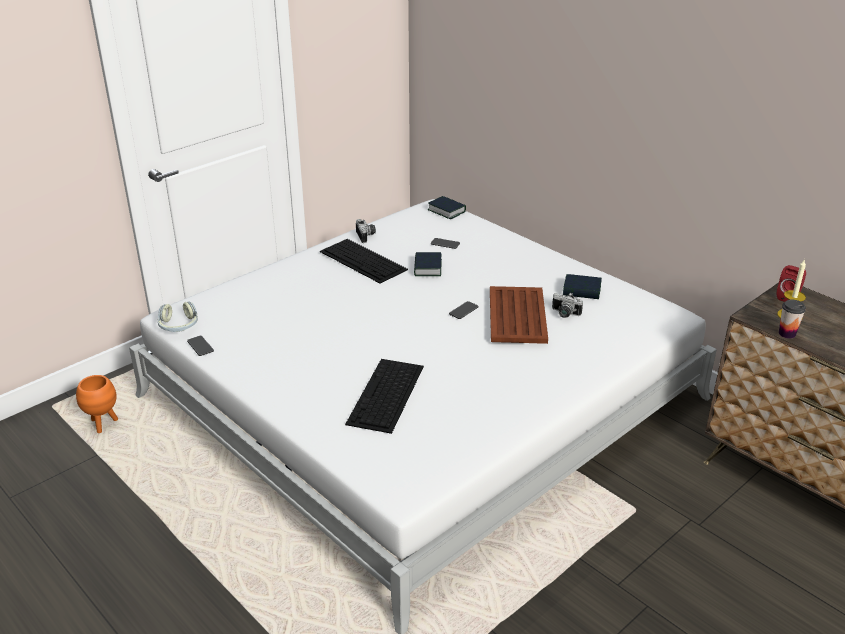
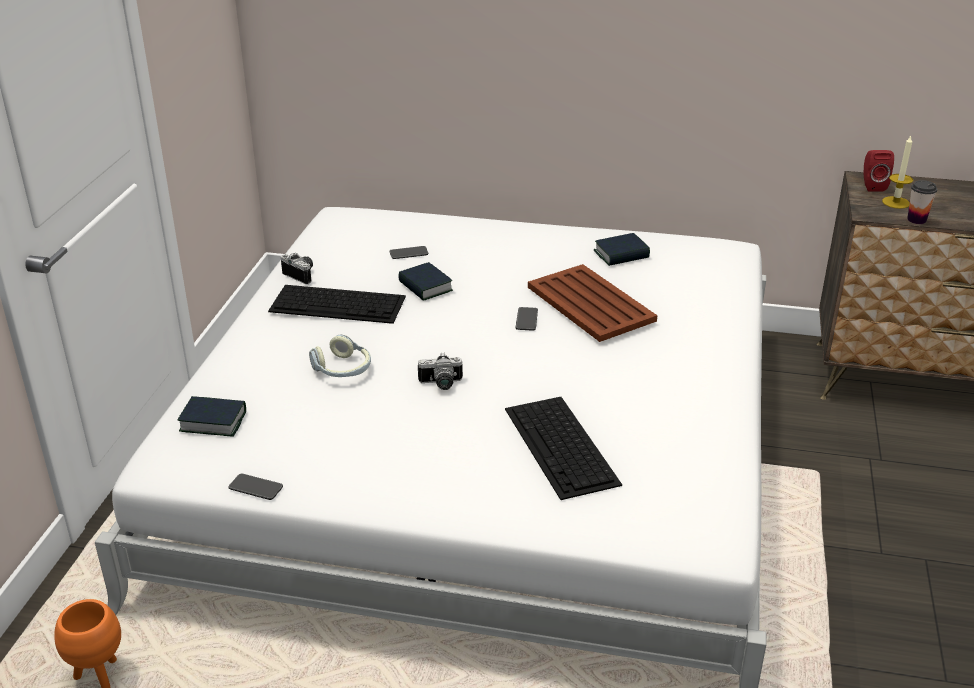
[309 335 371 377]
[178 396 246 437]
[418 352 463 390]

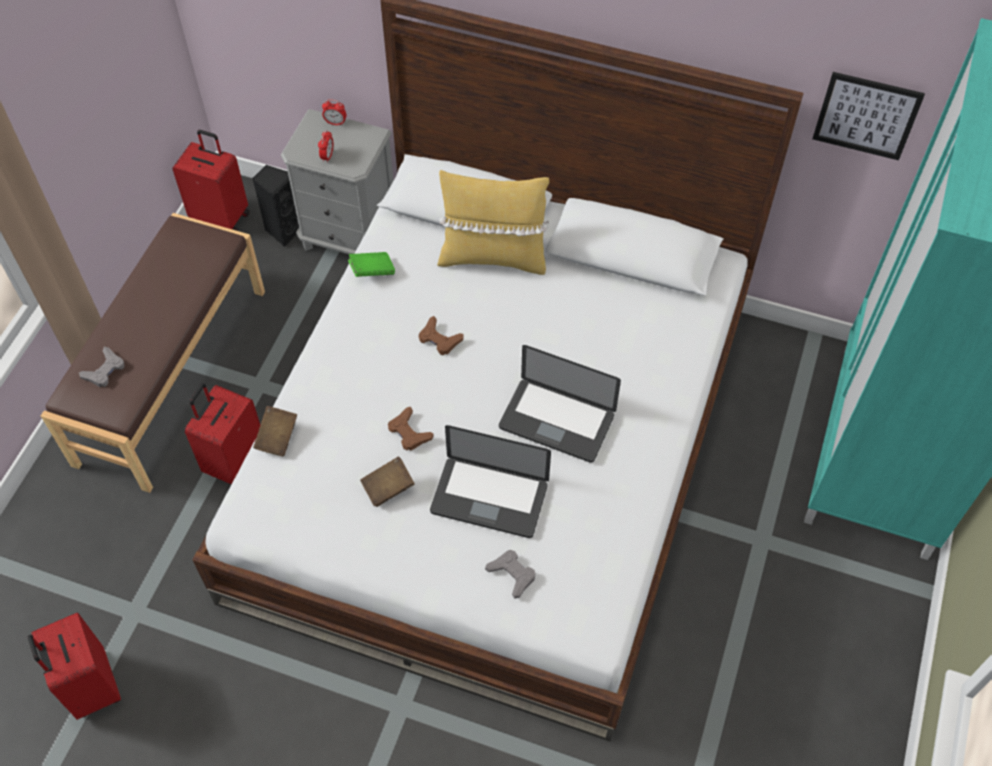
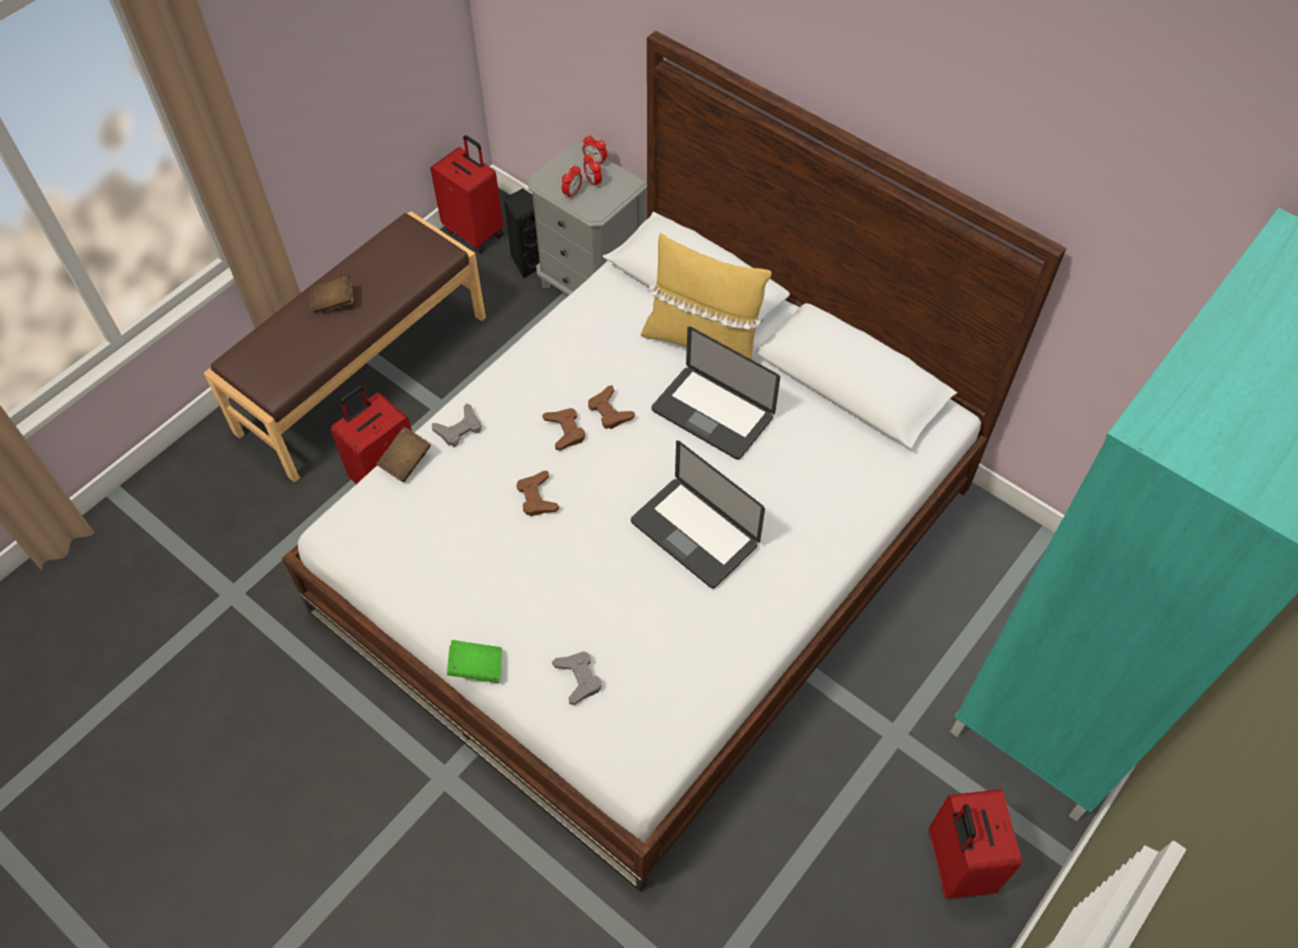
[812 72 925 160] (first image)
[542 408 585 451]
[584 153 602 187]
[929 789 1022 899]
[432 403 482 447]
[447 640 502 683]
[310 275 353 314]
[651 326 780 460]

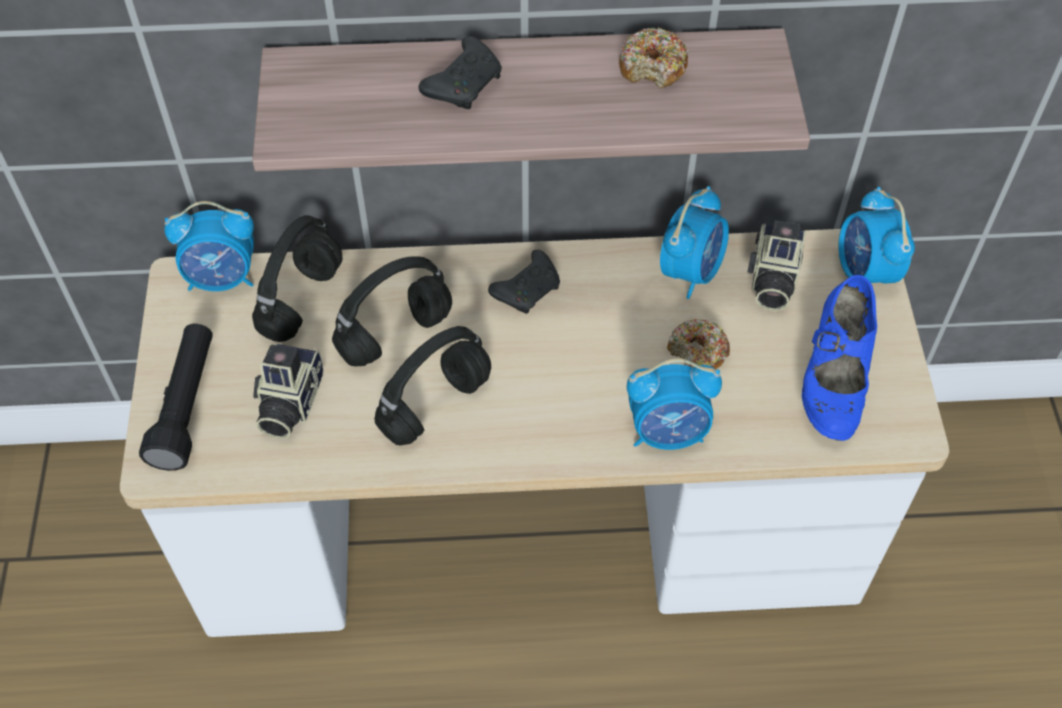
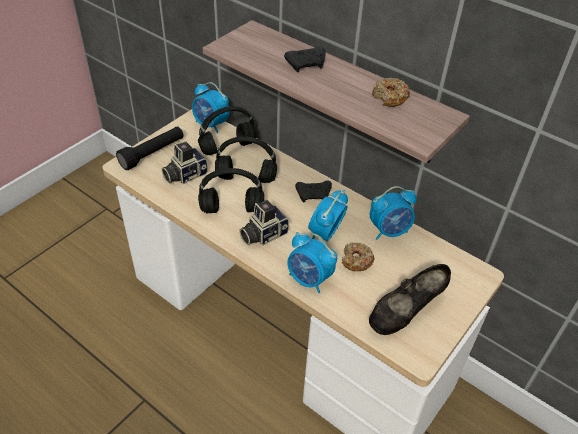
[239 200 289 246]
[308 190 348 241]
[369 264 451 335]

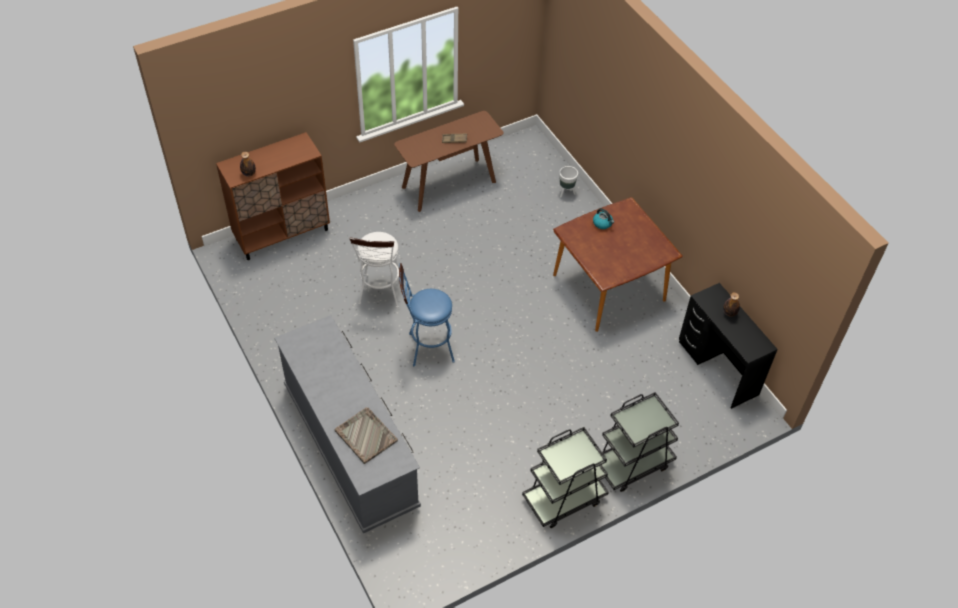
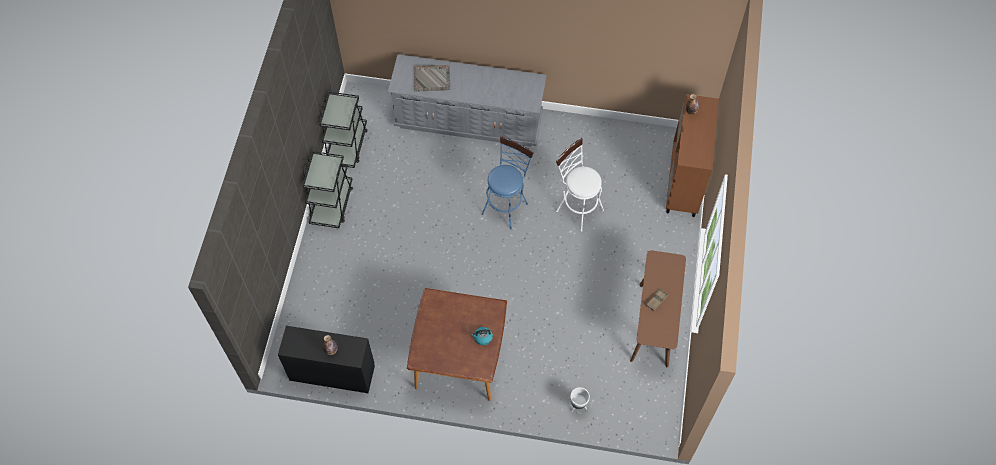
[319 92 368 168]

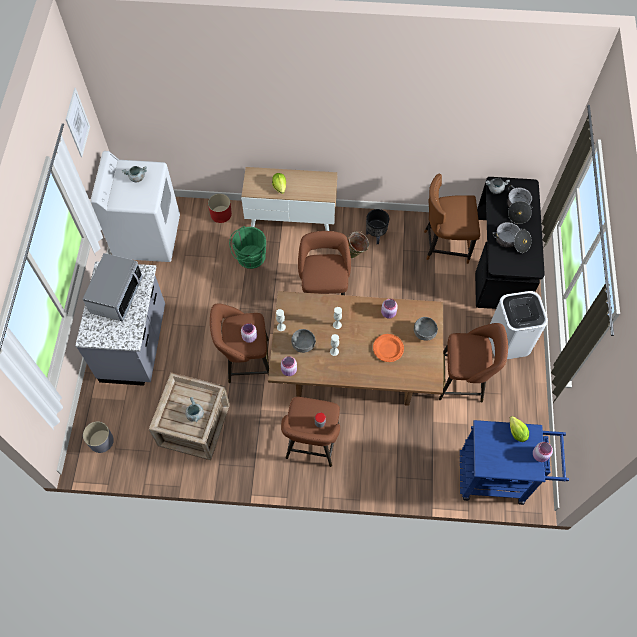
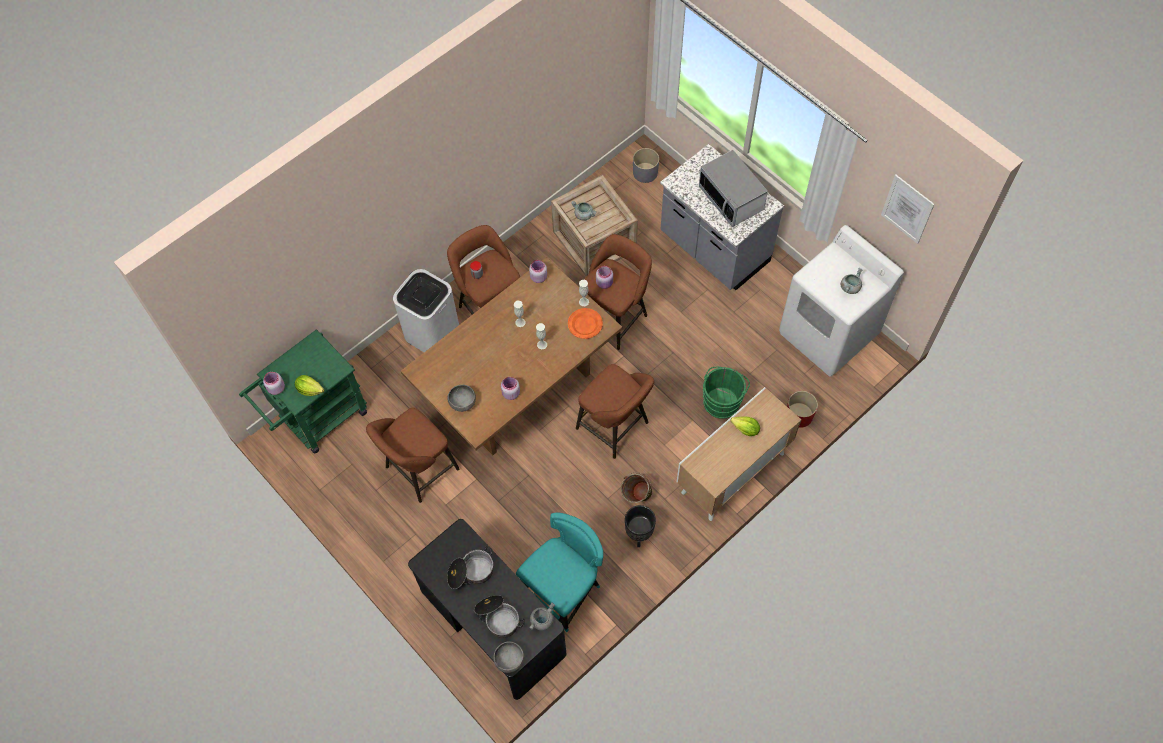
[493 641 524 673]
[568 308 603 339]
[393 269 459 352]
[516 513 603 632]
[239 329 367 453]

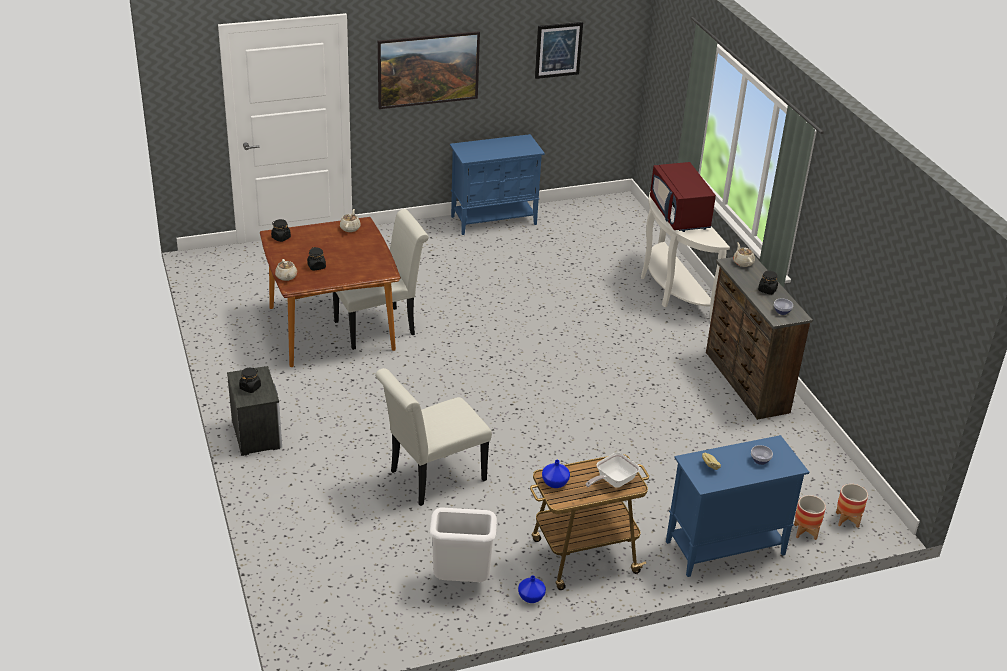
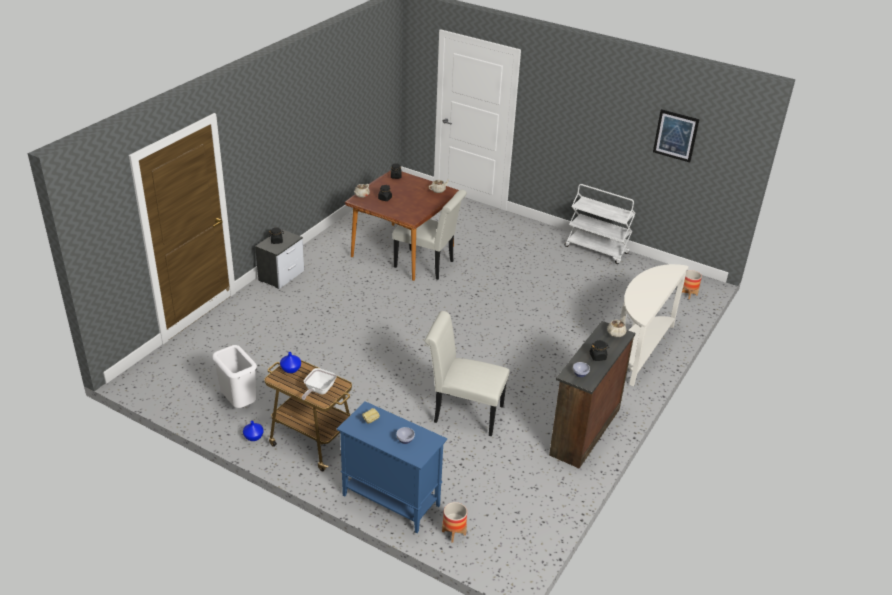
[378 31 480 109] (first image)
[650 162 716 232] (first image)
[425 311 510 437]
[682 270 702 299]
[564 184 636 264]
[302 368 337 400]

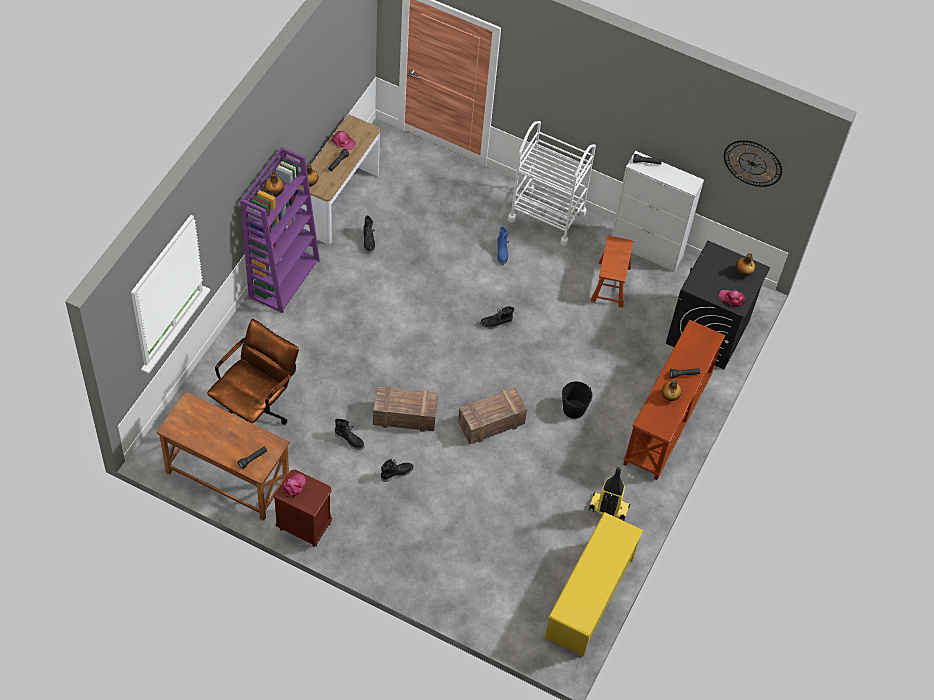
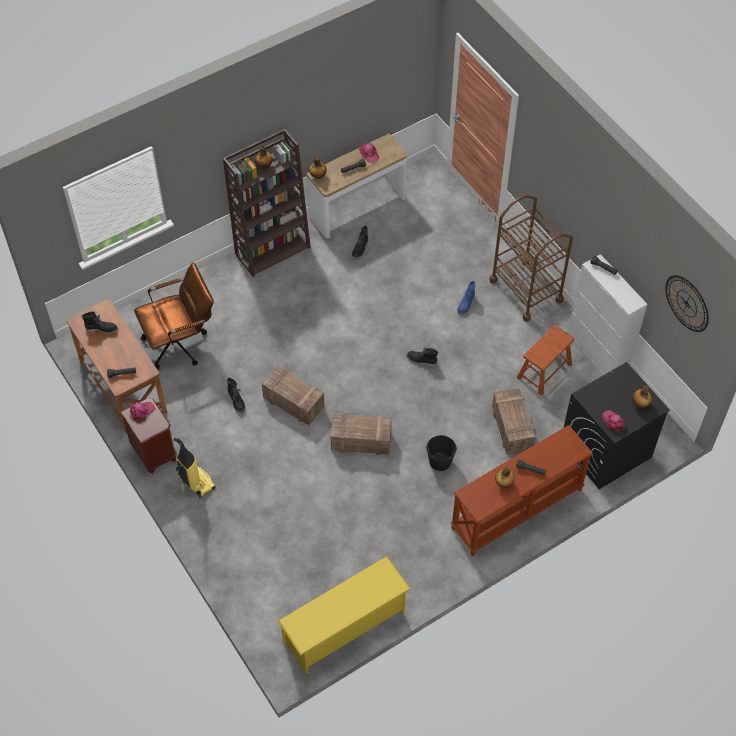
[492 388 535 455]
[82 311 118 334]
[174 438 216 498]
[223 129 311 277]
[489 195 573 322]

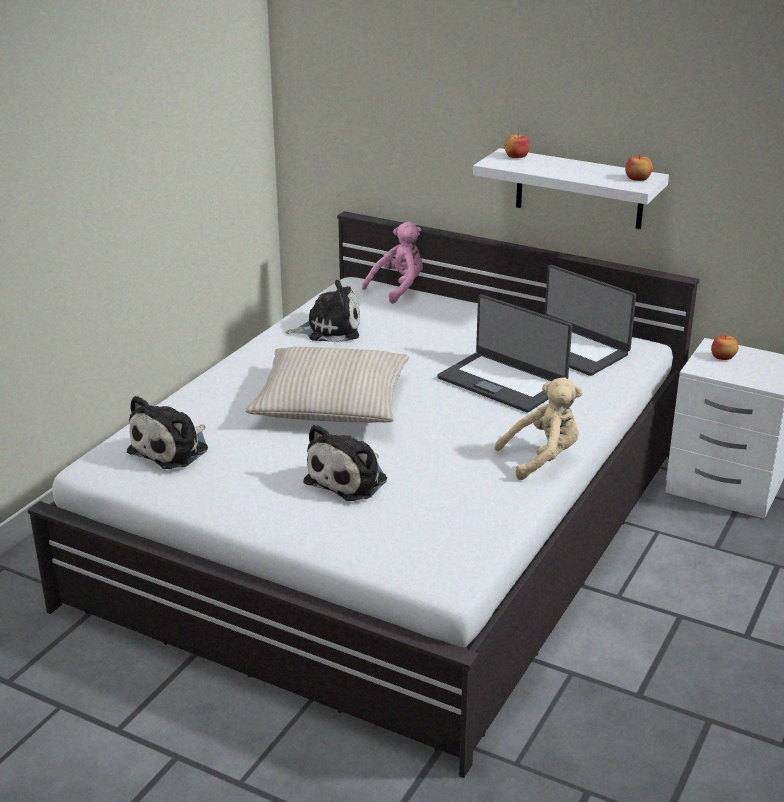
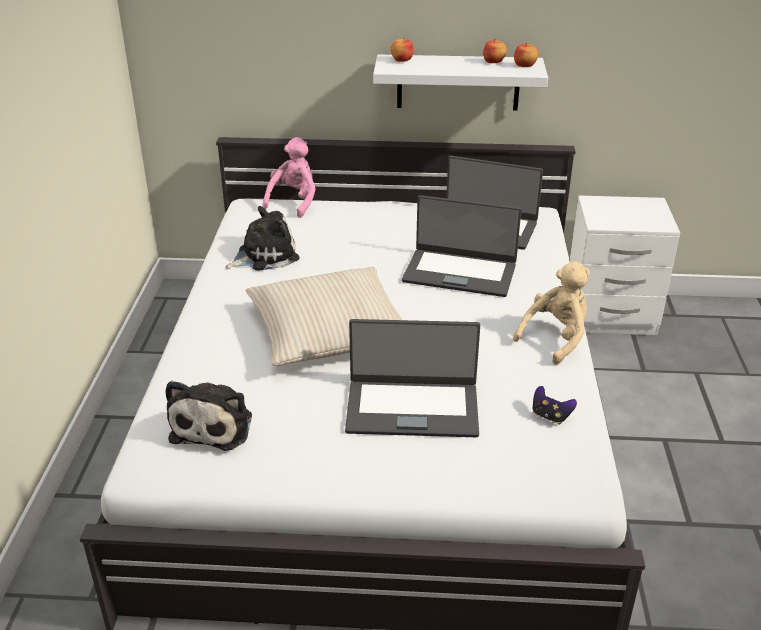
[533 386 577 424]
[483 39 507 63]
[345 319 480 437]

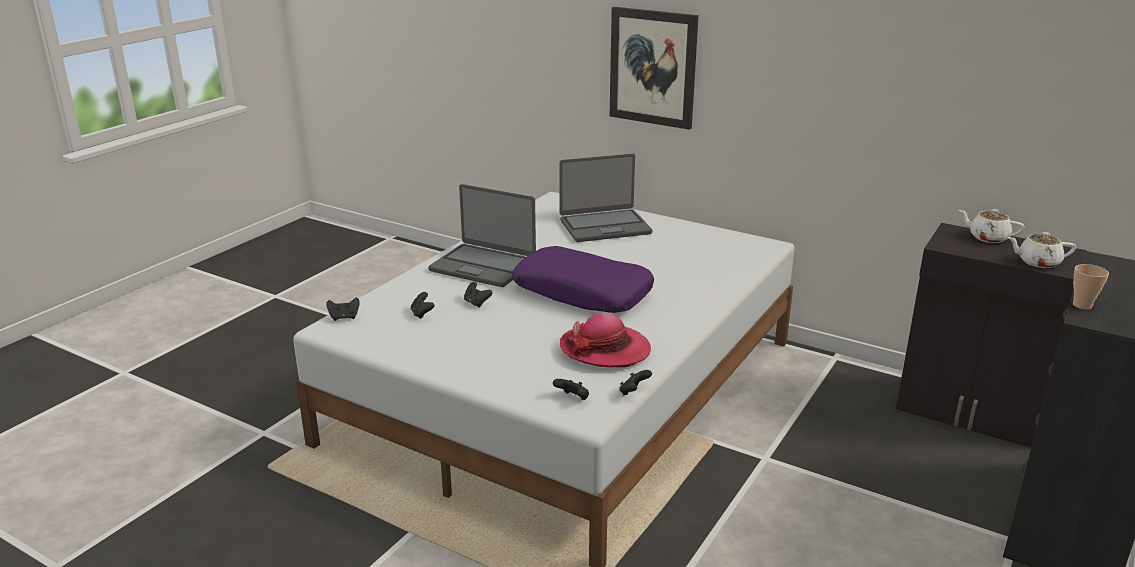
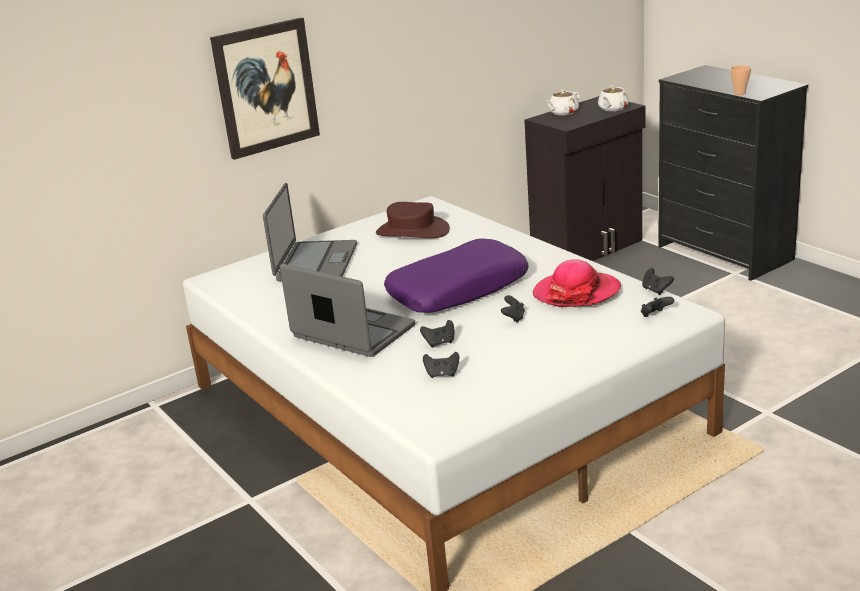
[376 202 450 238]
[501 295 525 323]
[280 264 415 357]

